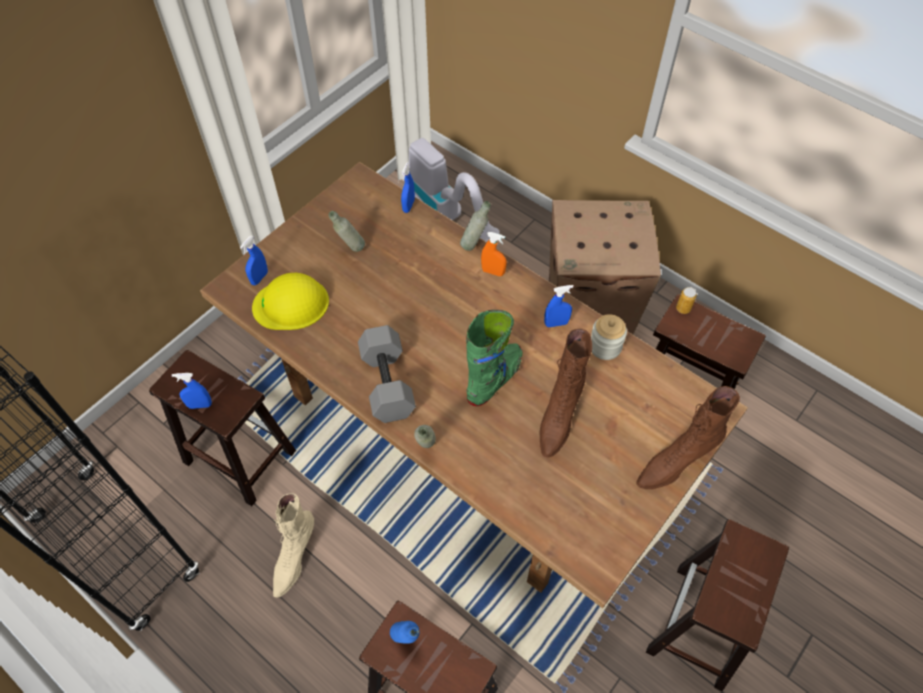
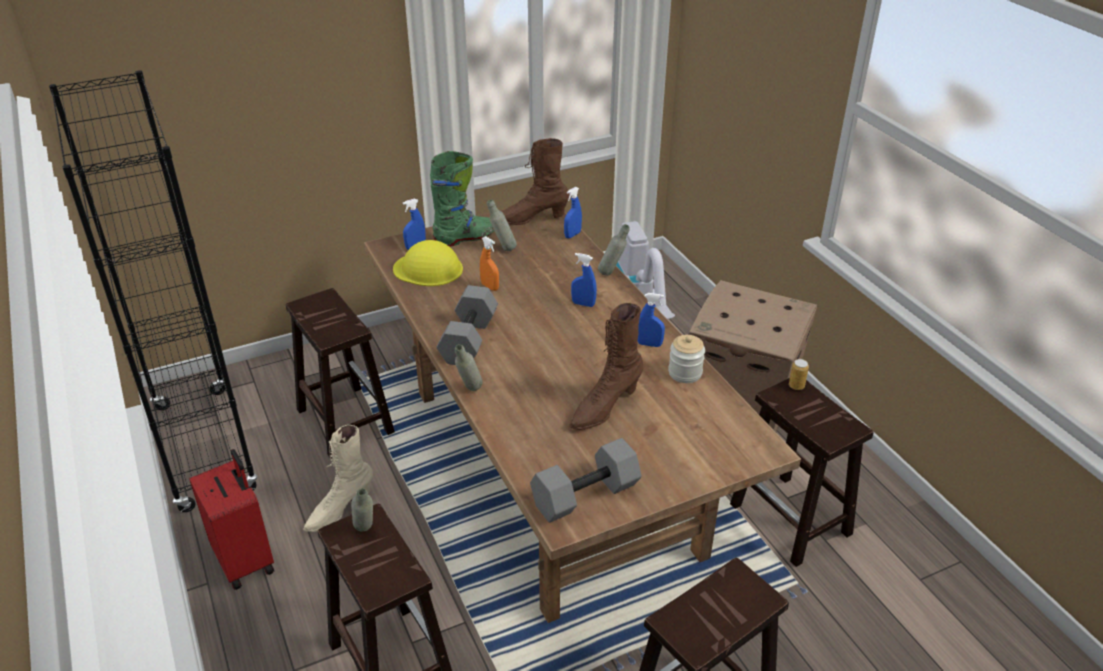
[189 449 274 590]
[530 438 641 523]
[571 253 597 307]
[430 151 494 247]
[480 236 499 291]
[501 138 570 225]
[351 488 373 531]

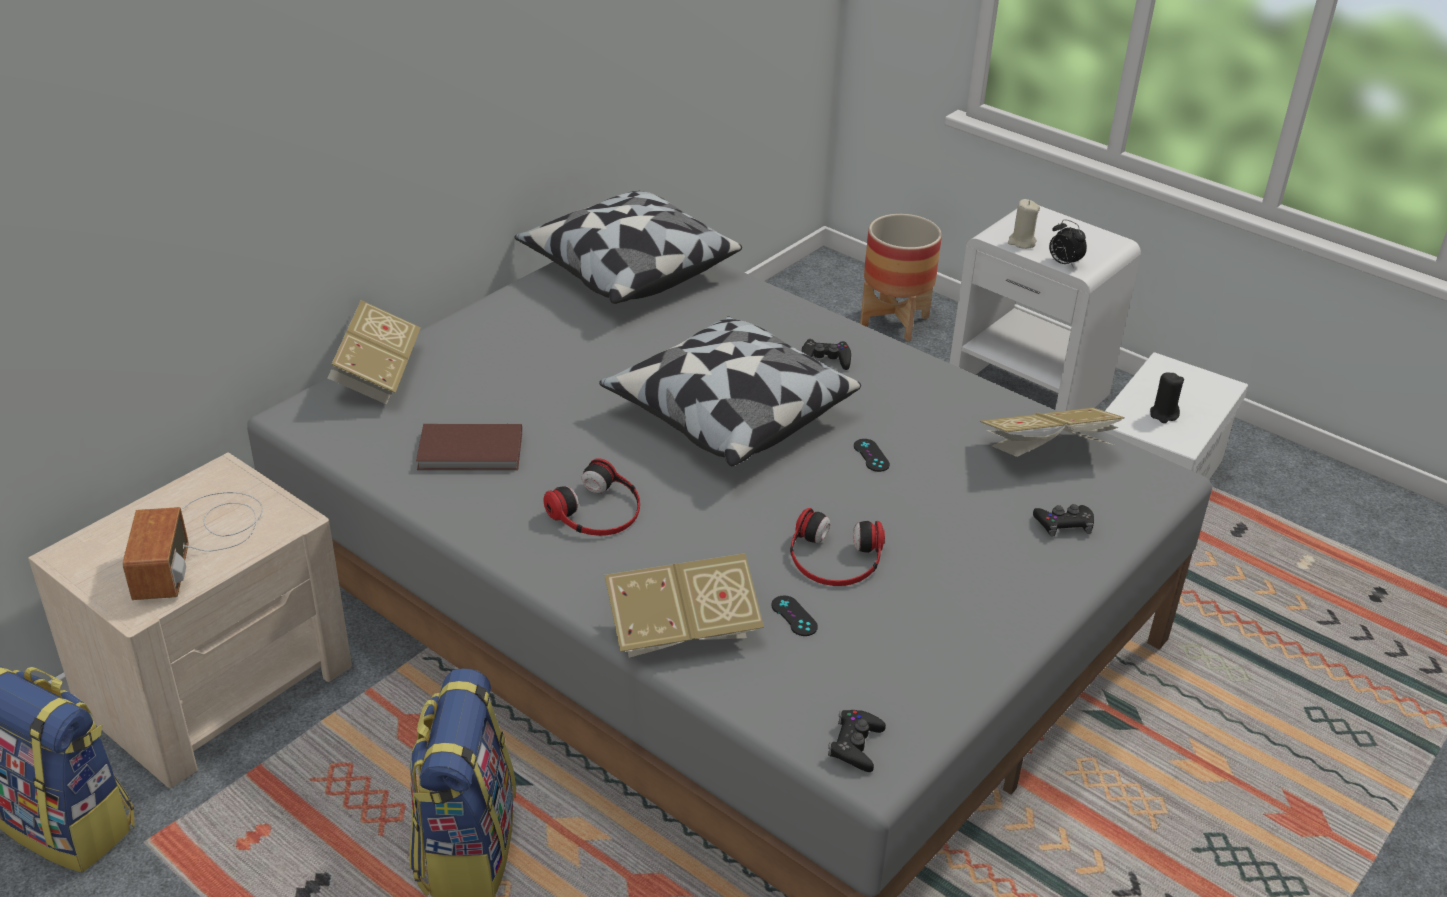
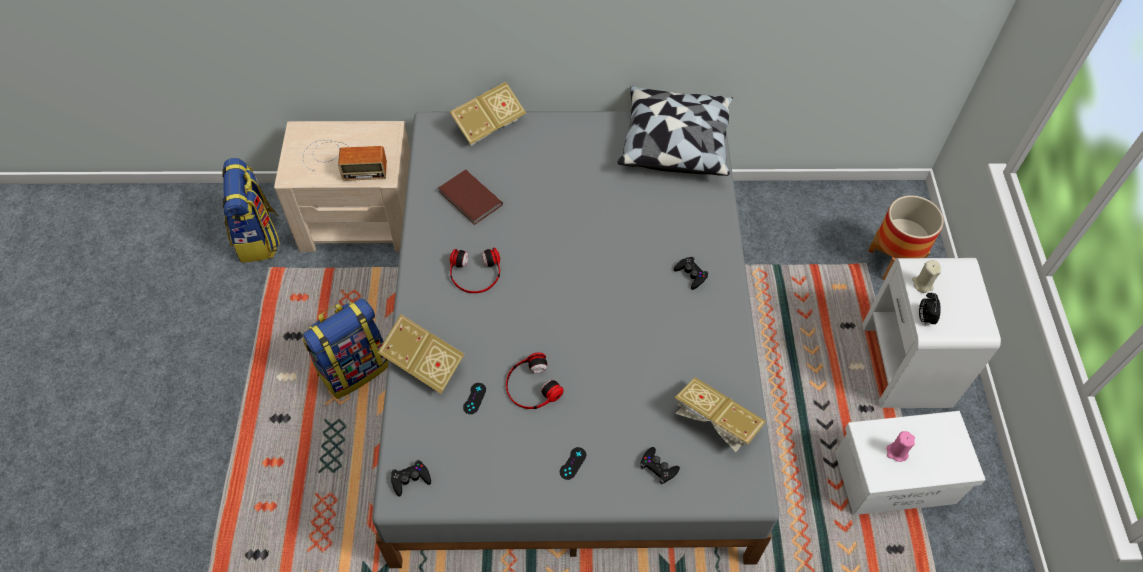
[599 316 861 466] (first image)
[560 447 586 480]
[886 431 915 462]
[303 140 387 181]

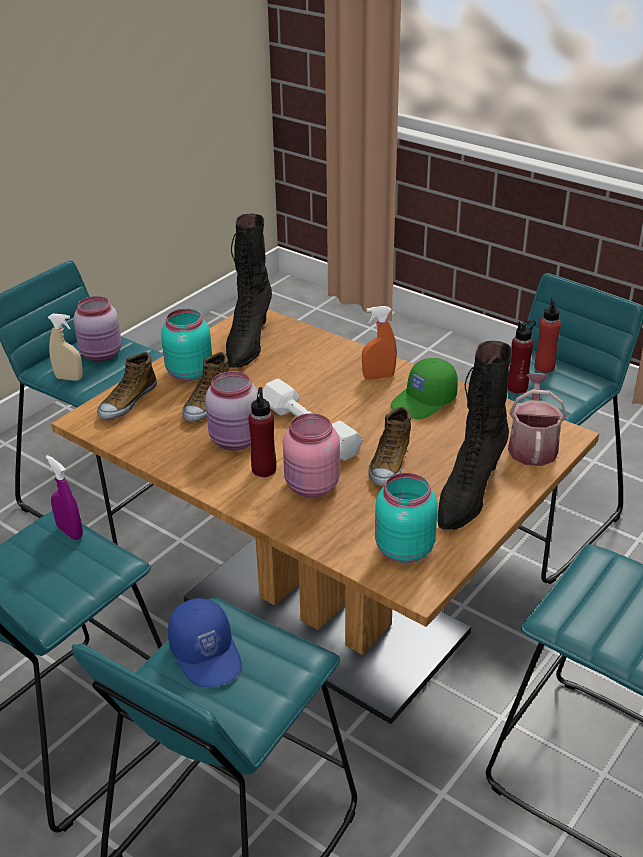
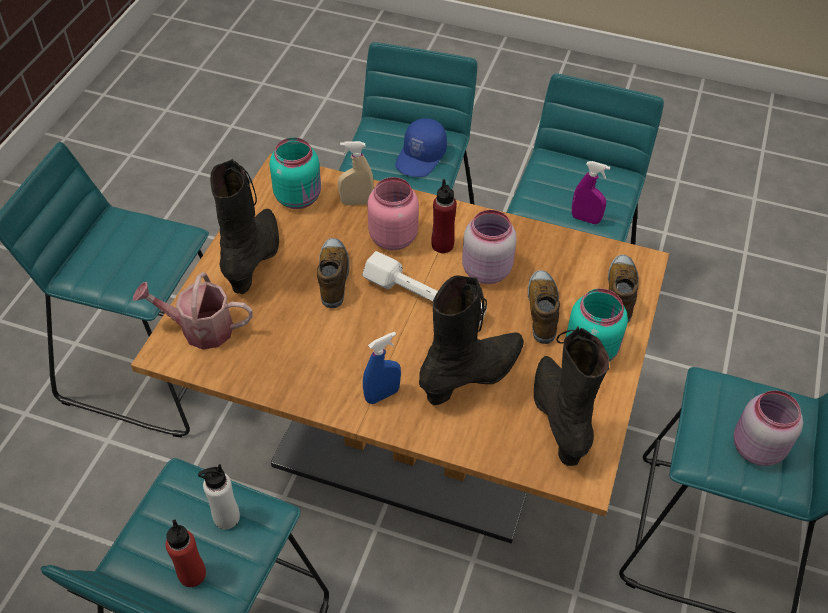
[391 358 458 419] (first image)
[419 275 524 405]
[338 141 374 205]
[363 332 401 404]
[198 464 240 529]
[395 118 447 177]
[133 272 253 349]

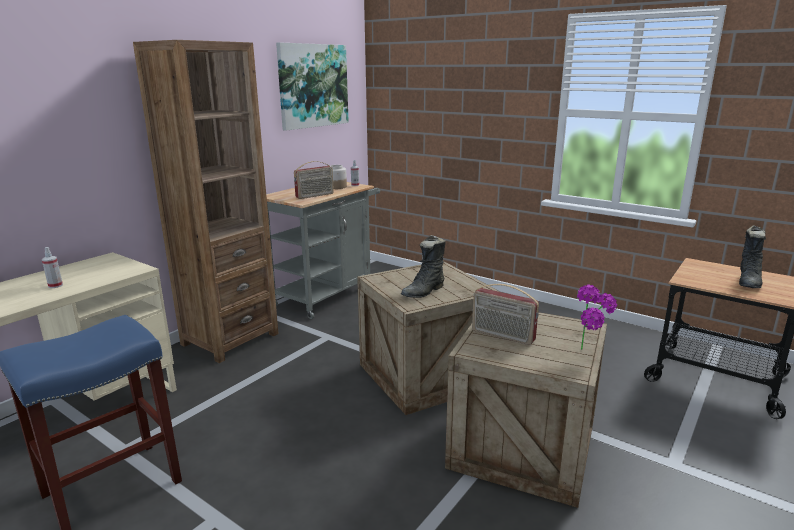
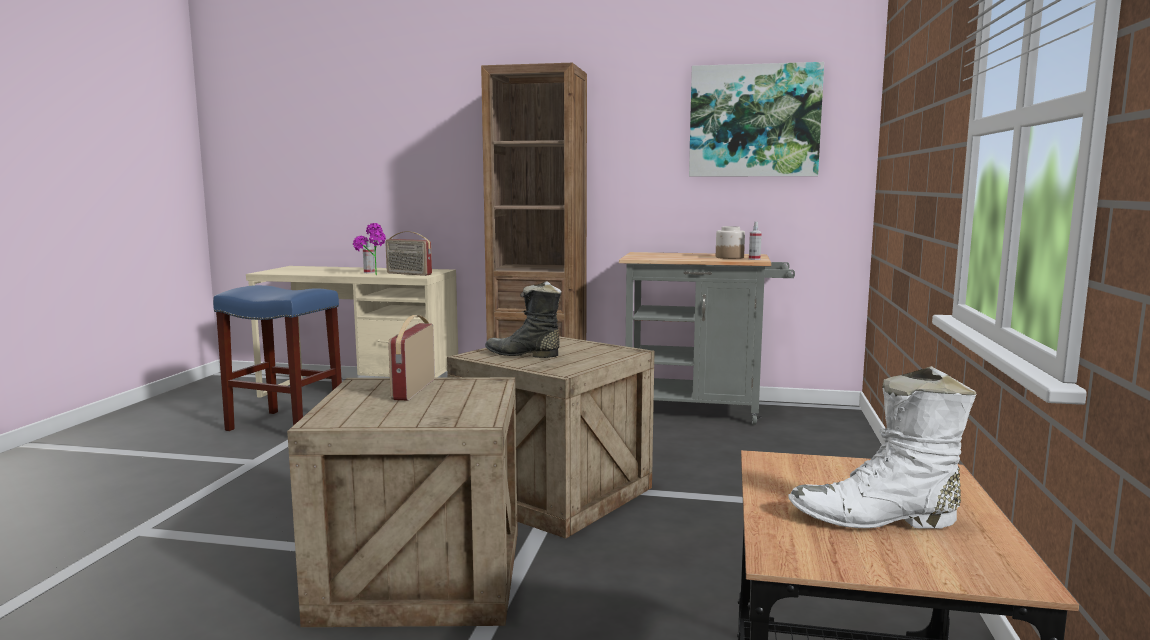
[385 231 432 276]
[353 223 386 275]
[788 366 976 529]

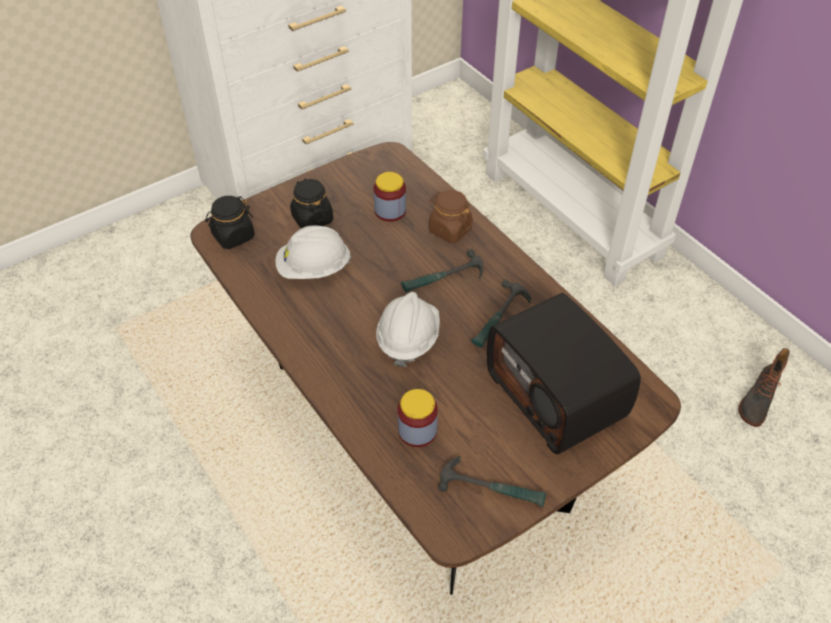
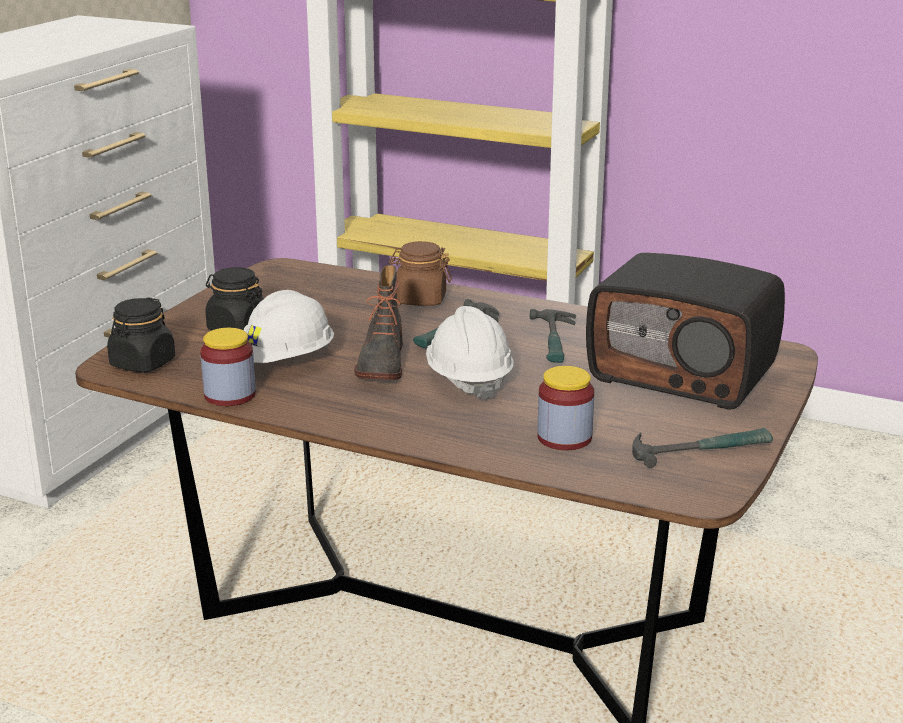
[200 328 256 406]
[354 265 403 380]

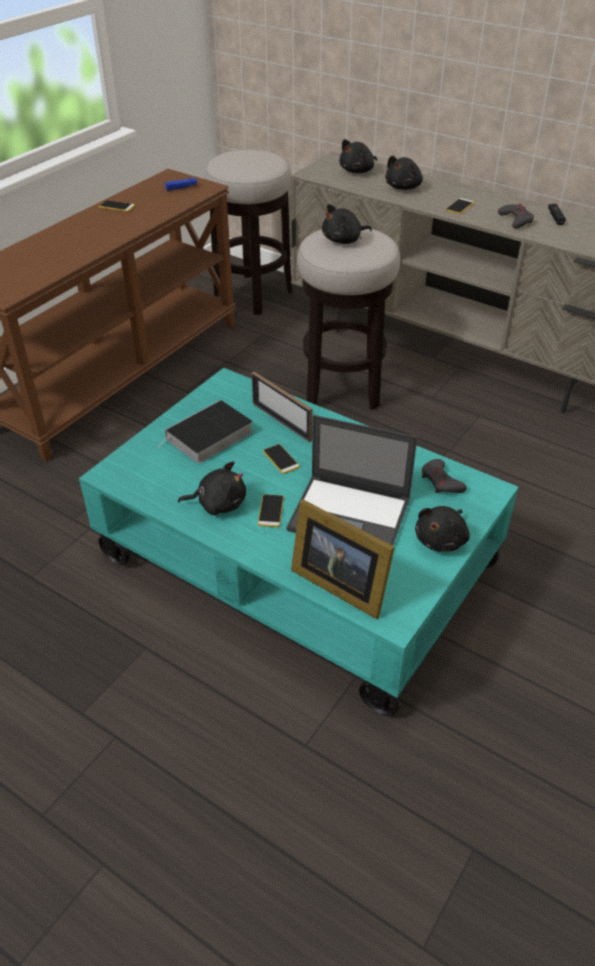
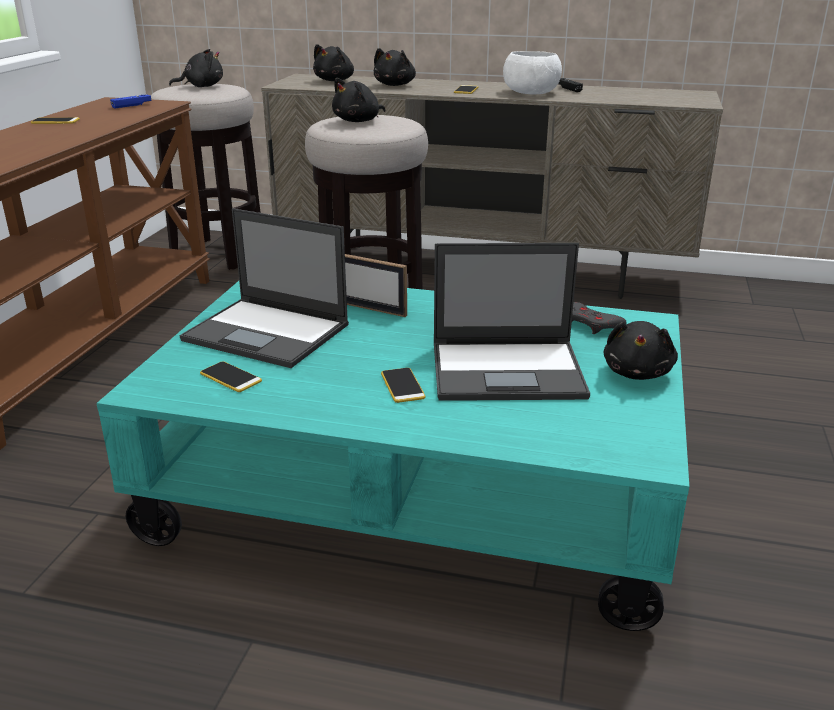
[291 499 395 619] (first image)
[169 49 223 87]
[200 361 262 392]
[180 208 349 368]
[503 51 562 95]

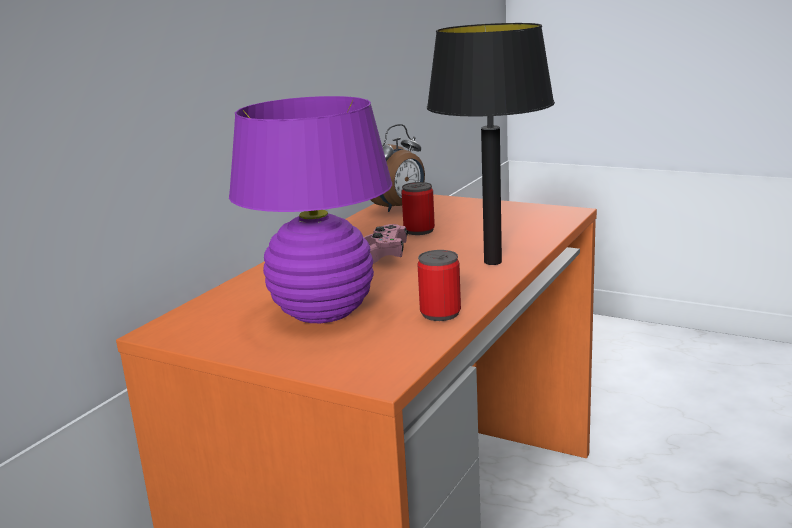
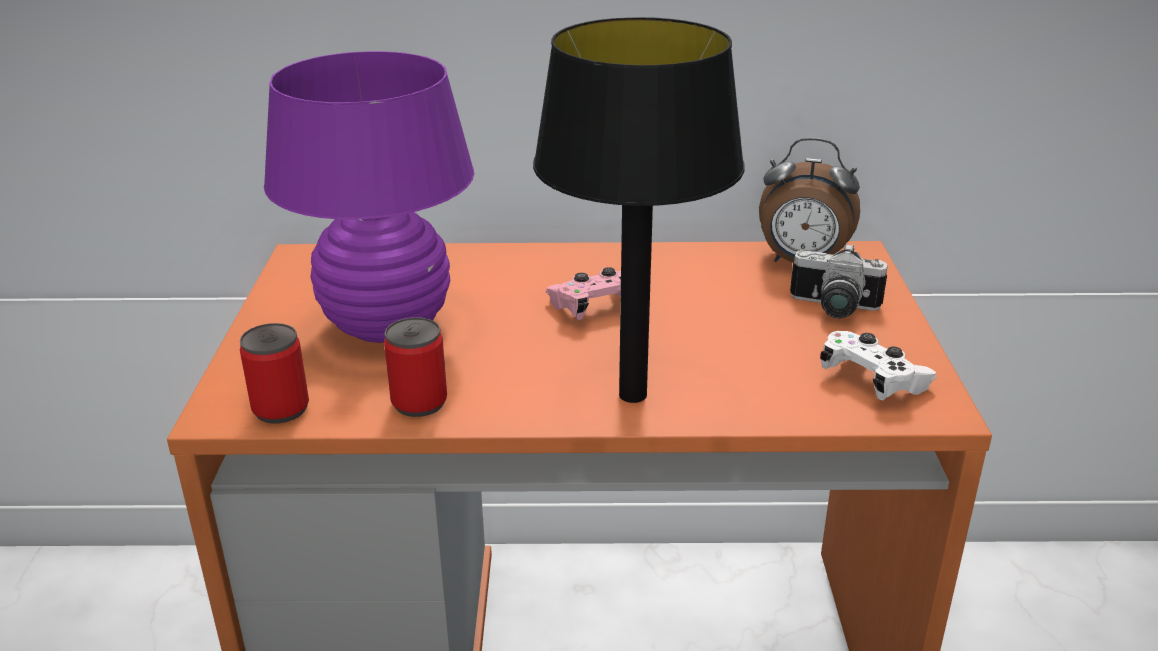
[790 243 888 318]
[820 331 937 400]
[240 323 309 424]

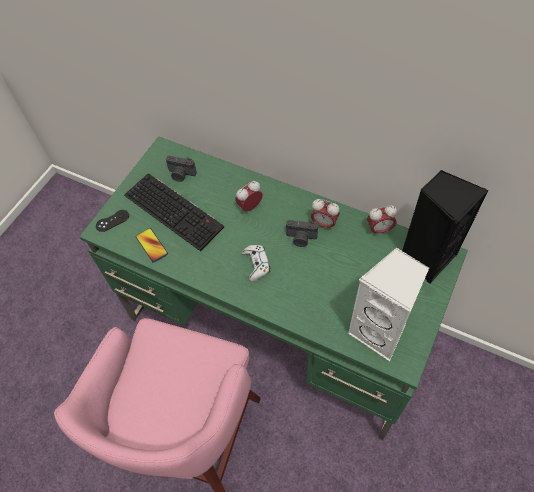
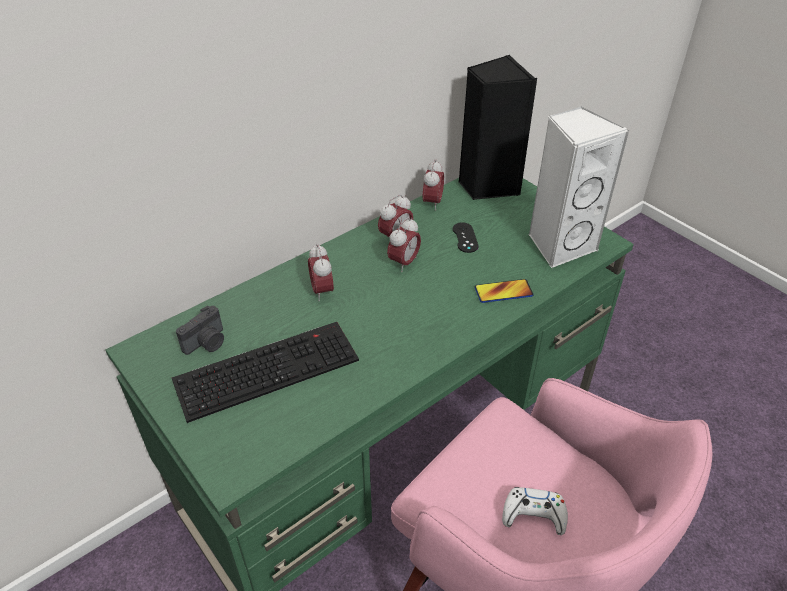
[453 222 479 253]
[475 279 533 303]
[502 487 568 535]
[387 218 421 272]

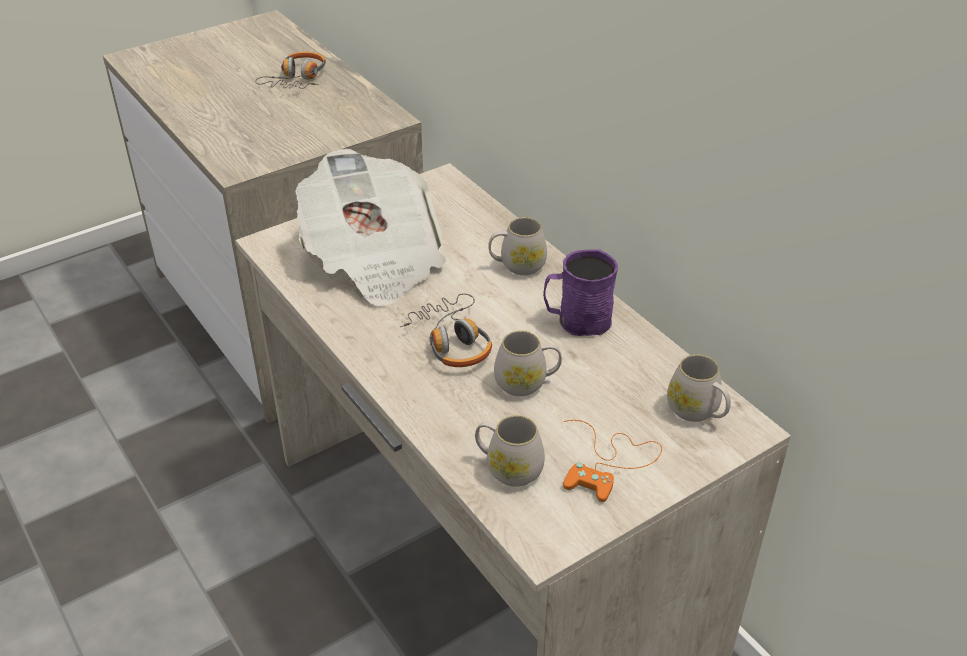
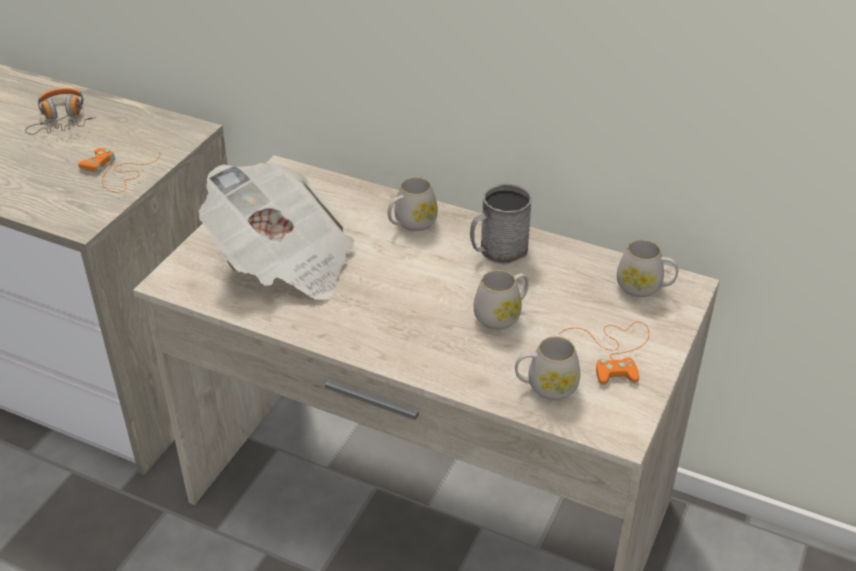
[400 293 492 367] (first image)
[78 148 160 193]
[470 183 532 265]

